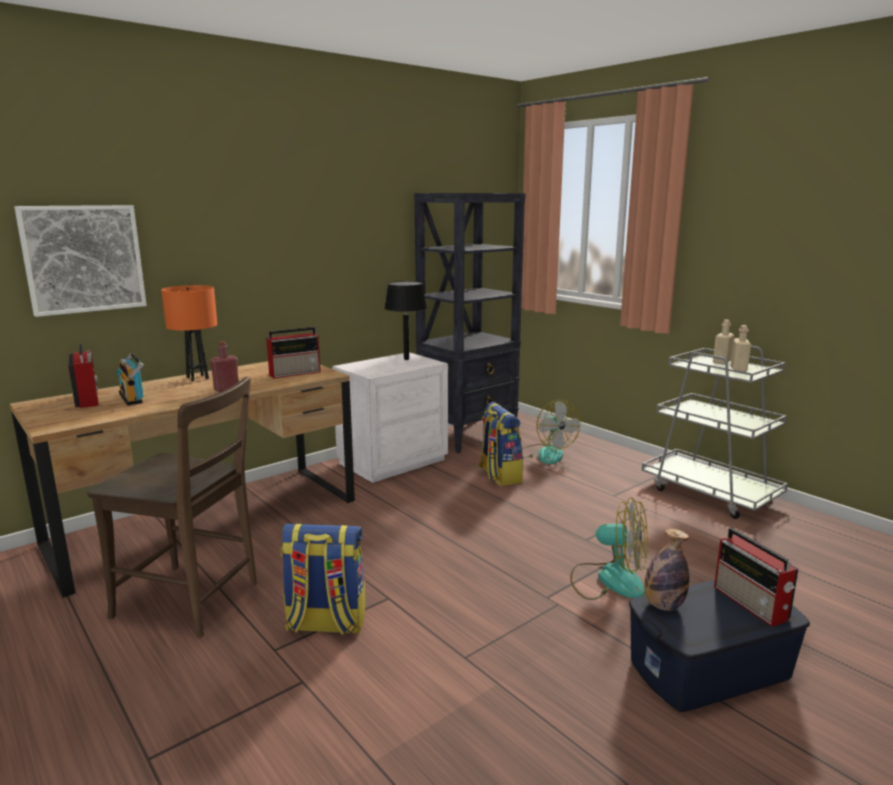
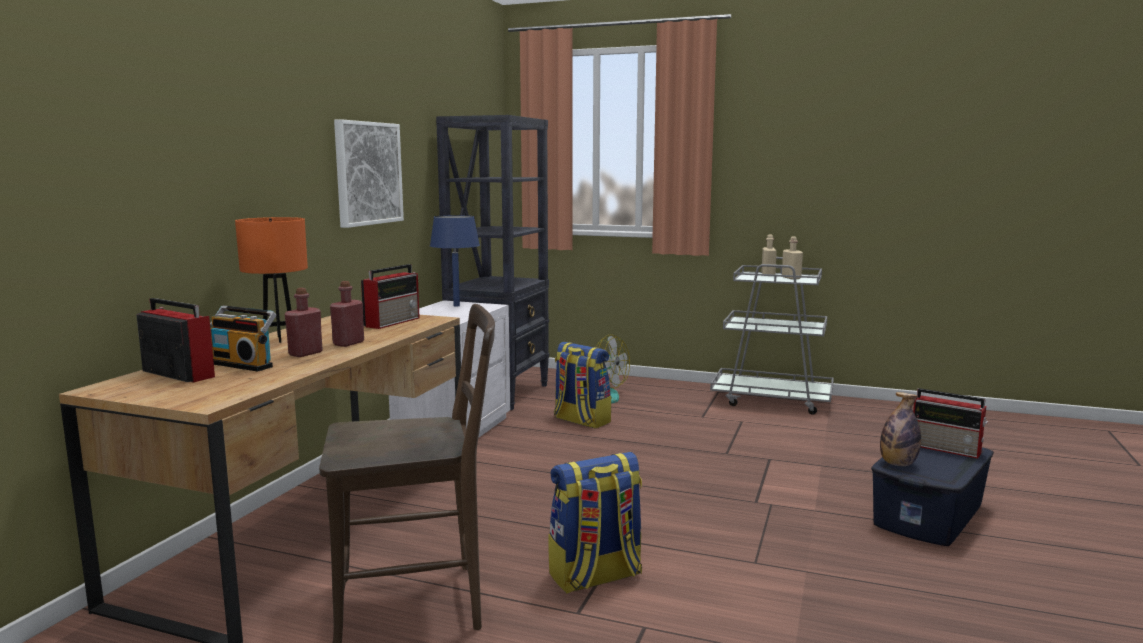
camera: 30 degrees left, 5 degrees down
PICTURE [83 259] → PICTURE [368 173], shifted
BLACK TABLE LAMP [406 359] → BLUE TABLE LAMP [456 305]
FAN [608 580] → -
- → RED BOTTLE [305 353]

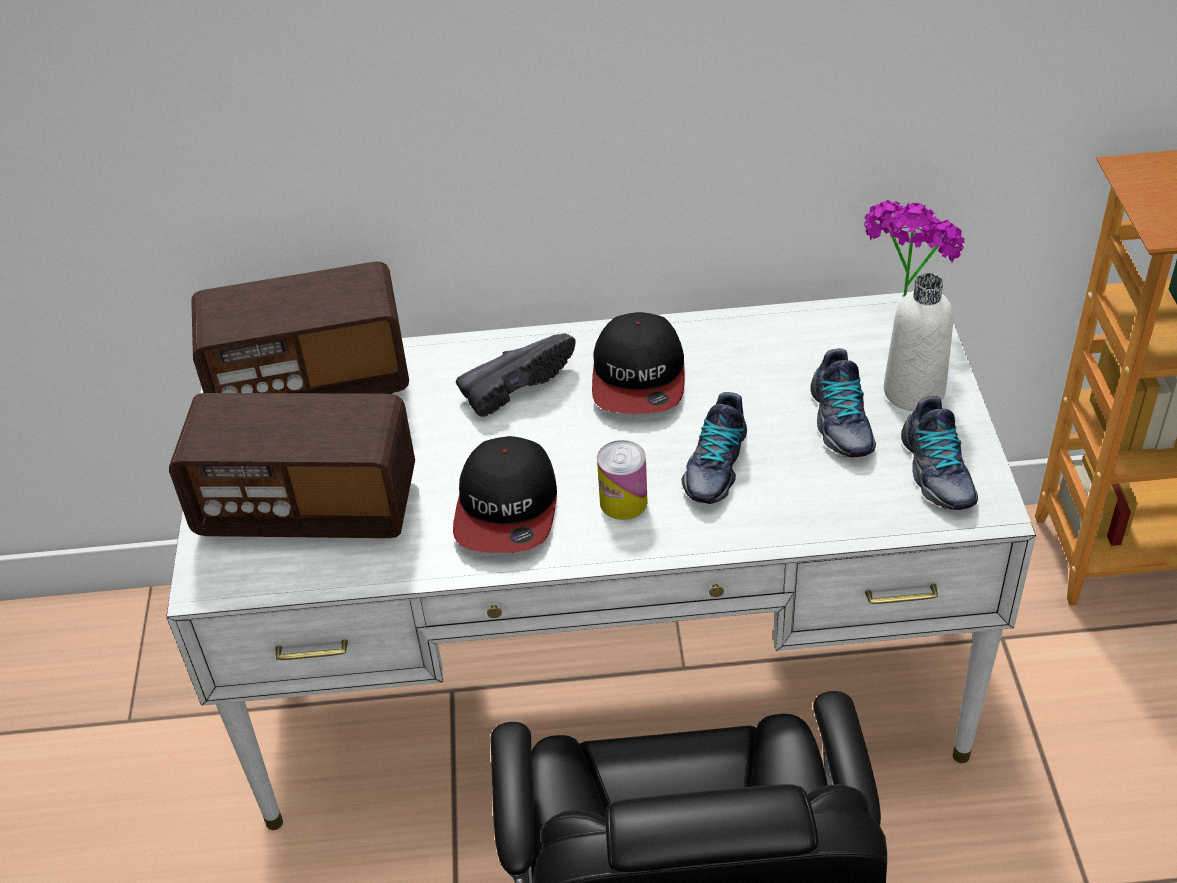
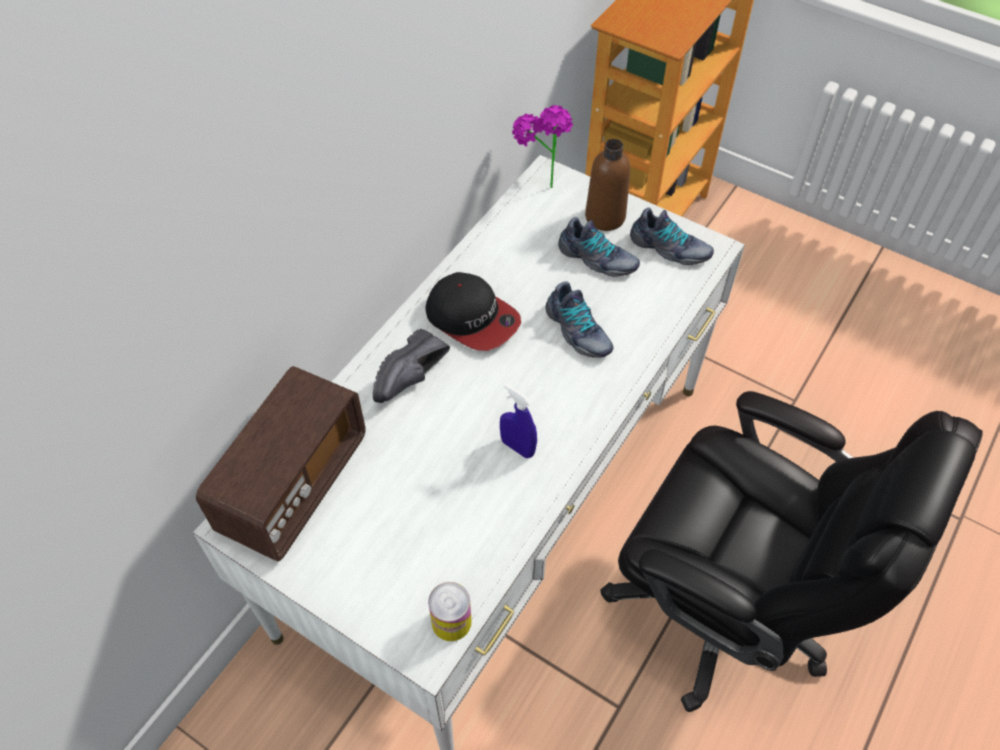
camera: 55 degrees left, 10 degrees up
WHITE BOTTLE [914 392] → BROWN BOTTLE [605 217]
BLACK SHOE [515 383] → BLACK SHOE [414 378], 150 degrees counterclockwise
RADIO [308 507] → -
CAP [507 508] → BLUE SPRAY BOTTLE [517 447]
CAN [623 502] → CAN [451 621], shifted

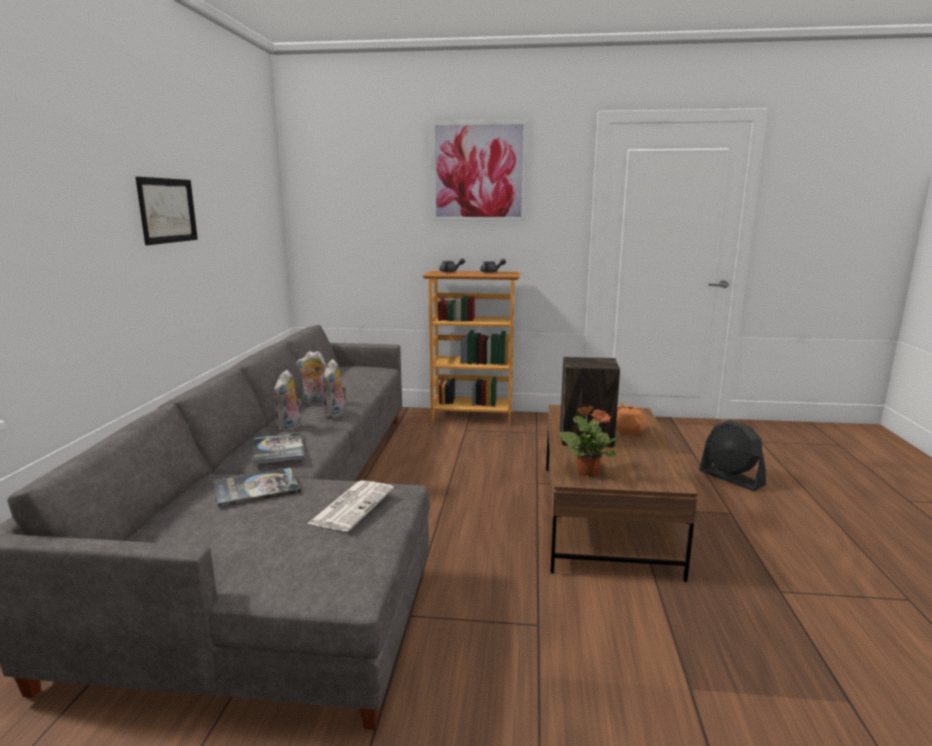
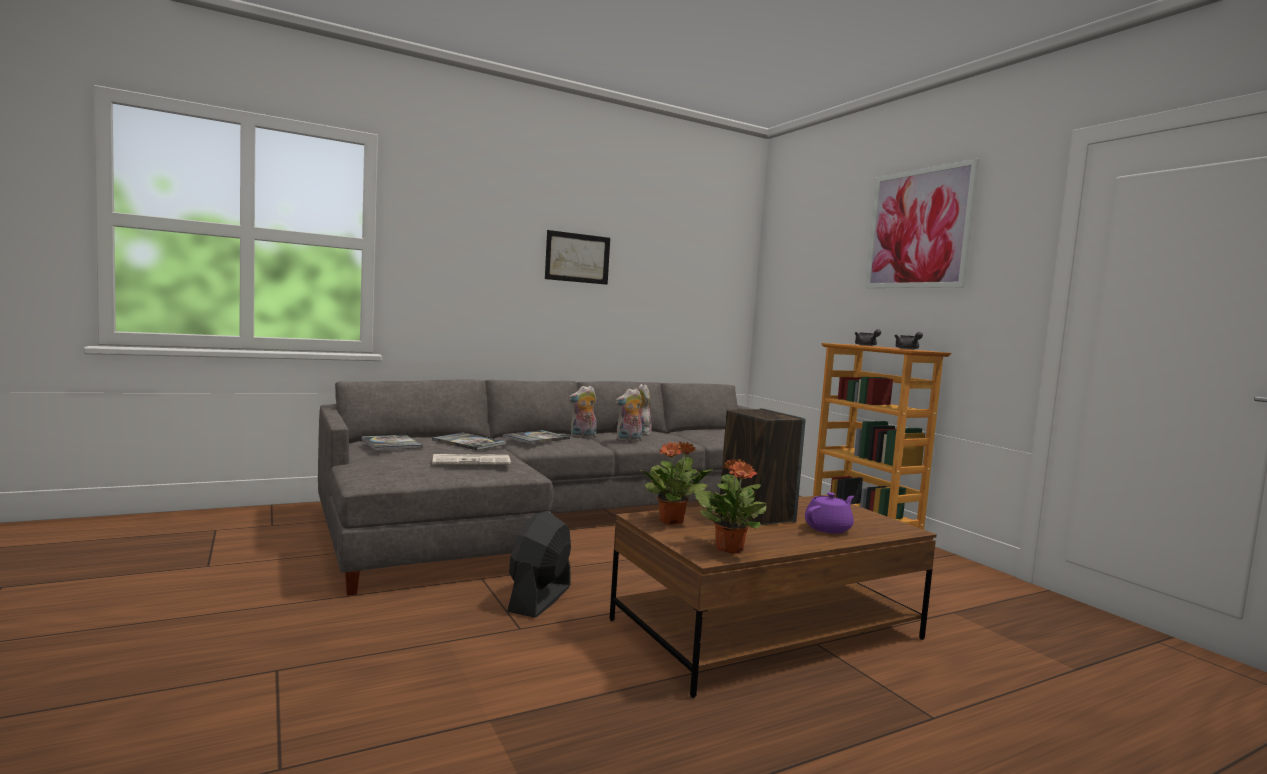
camera: 55 degrees right, 10 degrees down
ORANGE TEAPOT [628 430] → PURPLE TEAPOT [828 528]
BLACK FAN [731 478] → BLACK FAN [540 599], shifted
- → BOOK [391 444]
- → POTTED PLANT [729 549]

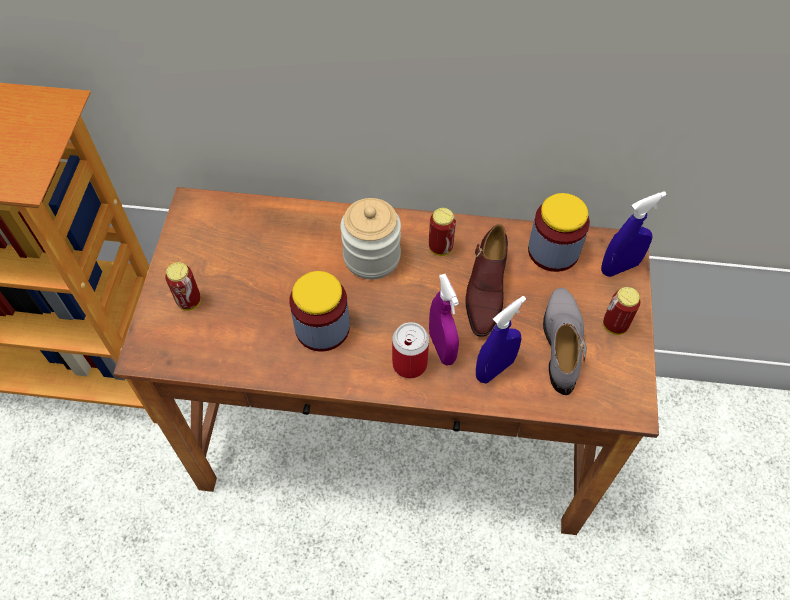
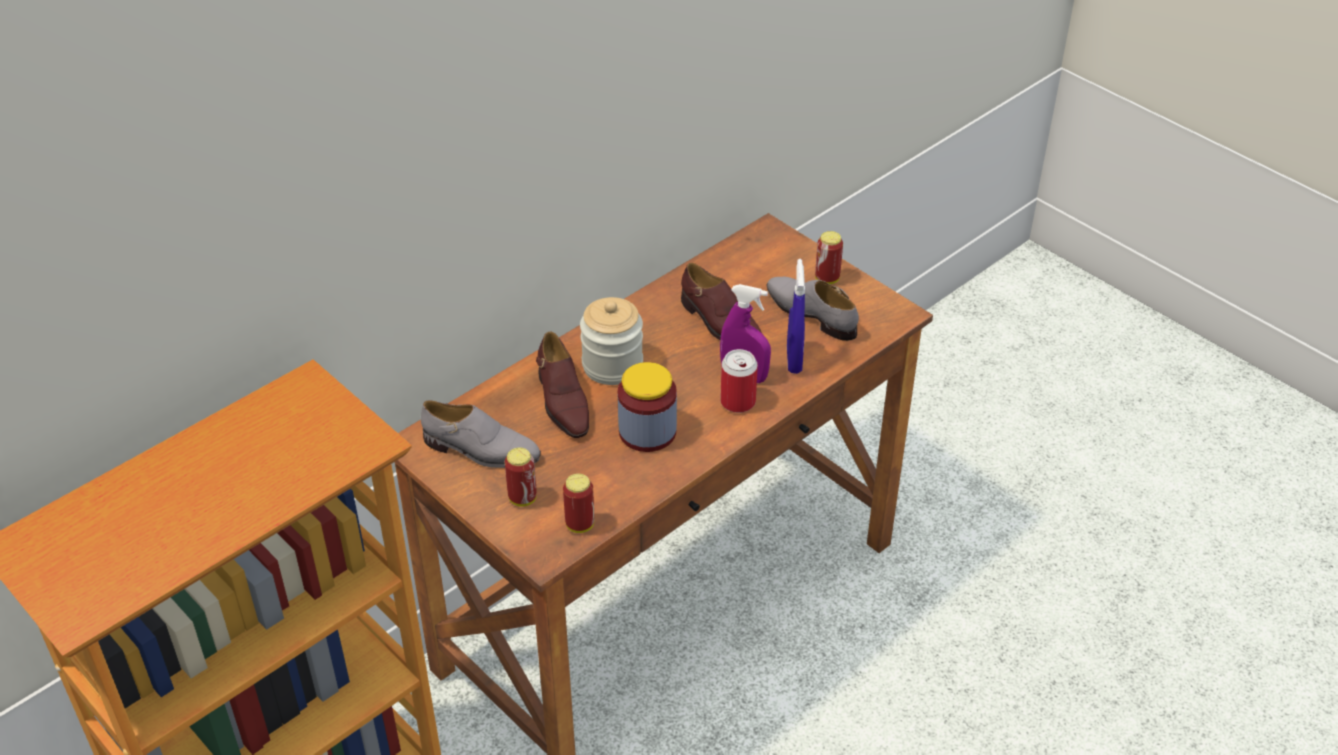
camera: 50 degrees left, 15 degrees down
BLUE SPRAY BOTTLE [619 267] → -
JAR [553 251] → -
CAN [440 248] → CAN [580 525], shifted
- → BROWN SHOE [562 401]
- → GREY SHOE [481 450]

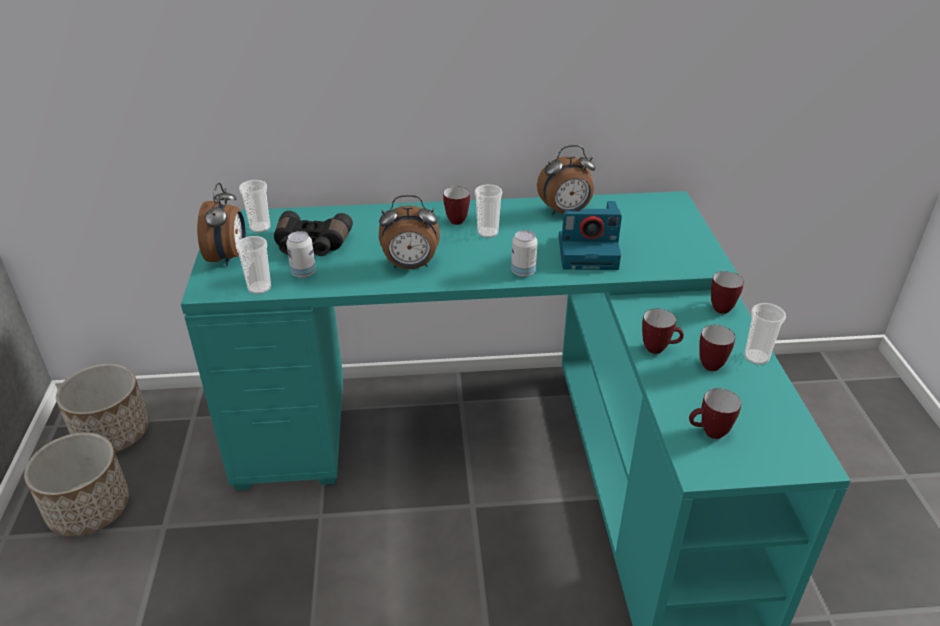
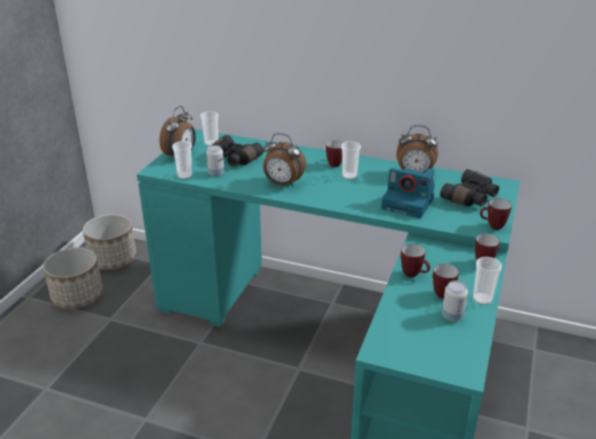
camera: 25 degrees right, 5 degrees down
CAN [523 272] → CAN [452 316], shifted
MUG [709 433] → MUG [492 226], shifted
- → BLACK BINOCULARS [471 198]

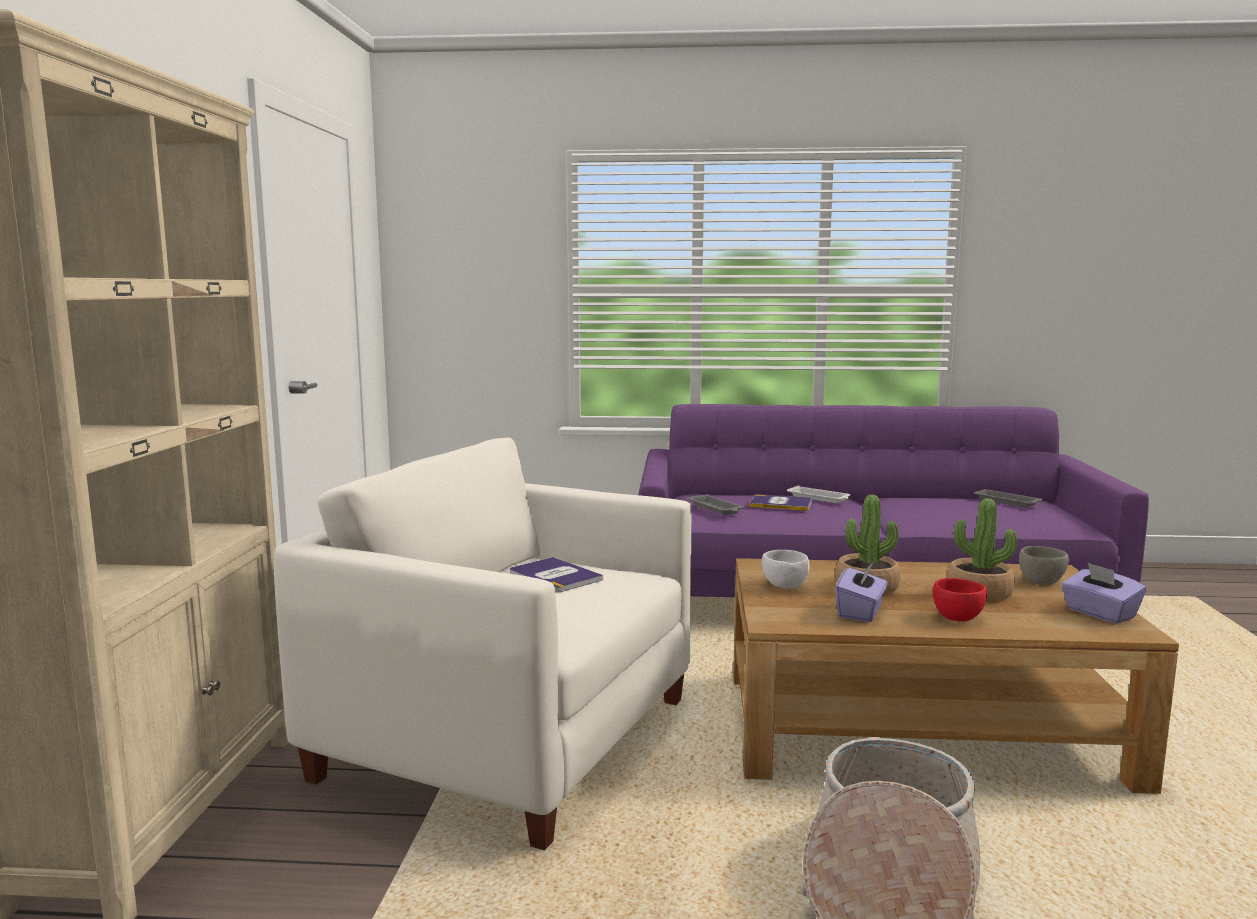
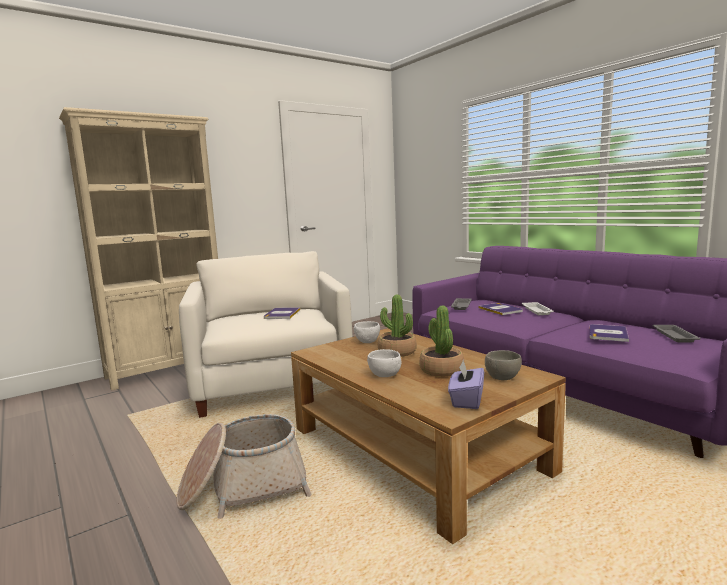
camera: 50 degrees right, 0 degrees up
PURPLE TISSUE BOX [861 612] → -
RED BOWL [959 618] → WHITE BOWL [385 375]
- → BOOK [608 334]

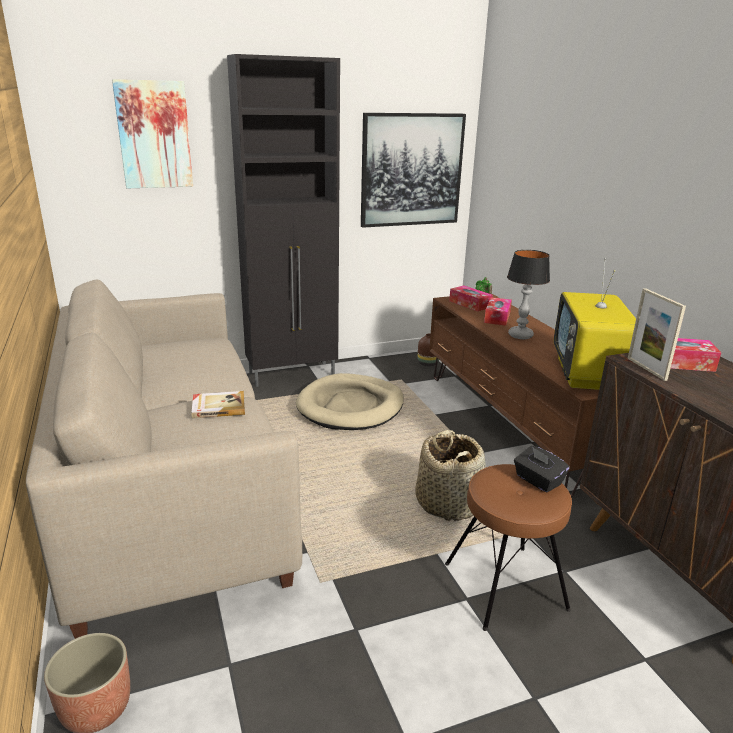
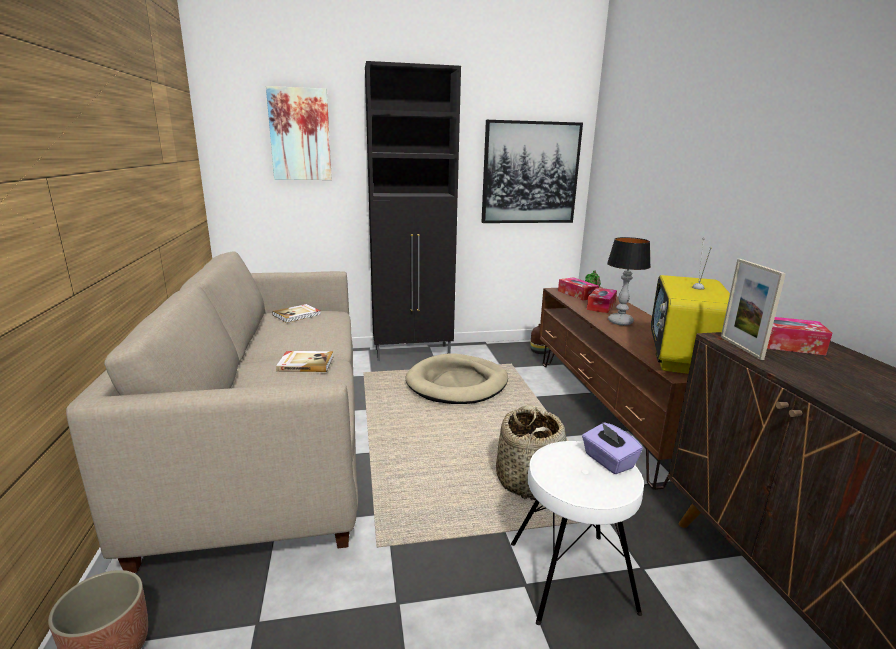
camera: 10 degrees right, 5 degrees down
BLACK TISSUE BOX [538 481] → PURPLE TISSUE BOX [608 461]
BROWN STOOL [506 586] → WHITE STOOL [572 576]
- → BOOK [297 315]

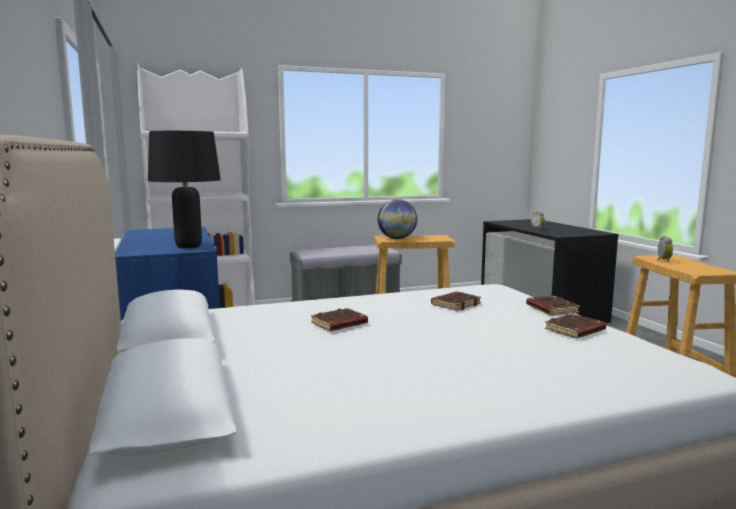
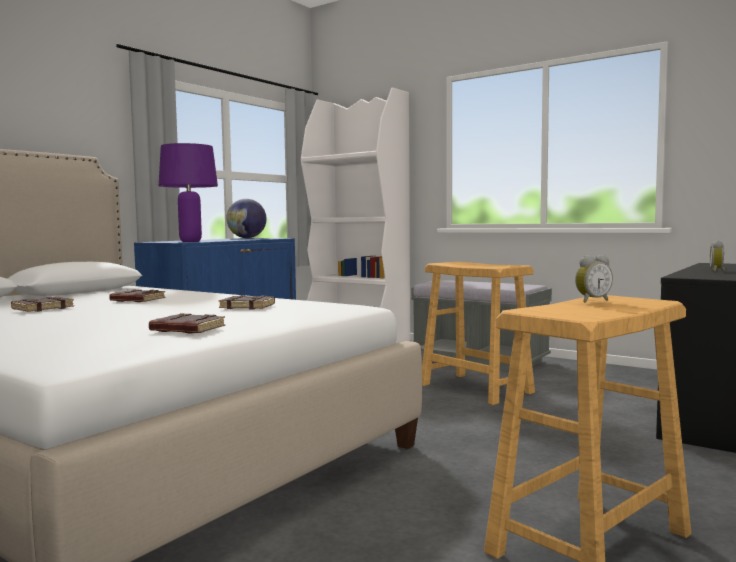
camera: 55 degrees right, 5 degrees down
BLACK TABLE LAMP [188 246] → PURPLE TABLE LAMP [190 241]
GLOBE [397 238] → GLOBE [247 238], shifted
BROWN BOOK [551 309] → BROWN BOOK [43 308], shifted

